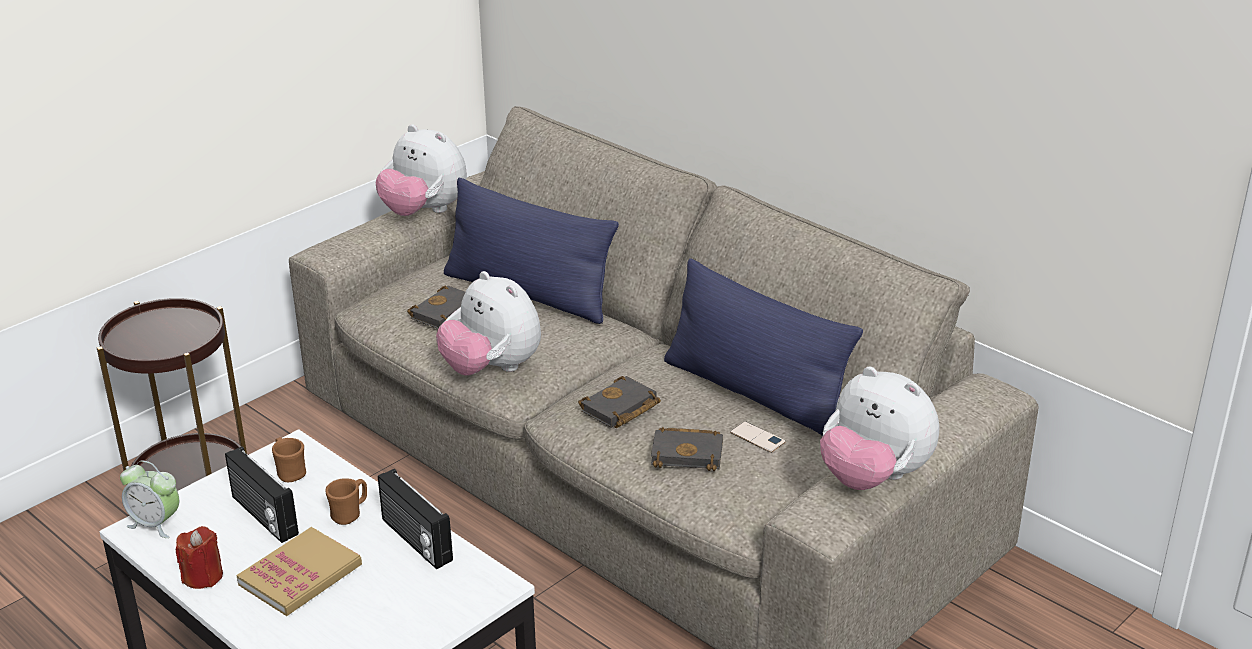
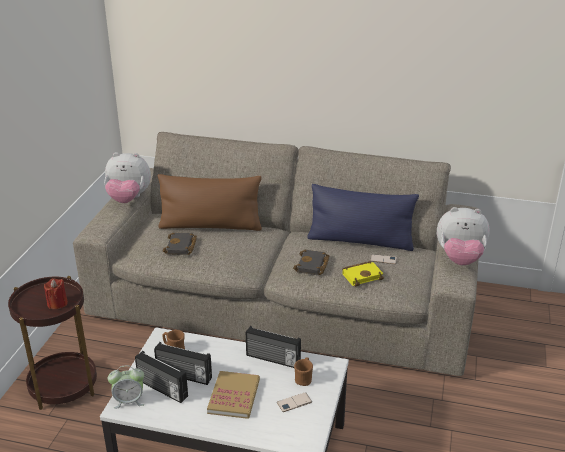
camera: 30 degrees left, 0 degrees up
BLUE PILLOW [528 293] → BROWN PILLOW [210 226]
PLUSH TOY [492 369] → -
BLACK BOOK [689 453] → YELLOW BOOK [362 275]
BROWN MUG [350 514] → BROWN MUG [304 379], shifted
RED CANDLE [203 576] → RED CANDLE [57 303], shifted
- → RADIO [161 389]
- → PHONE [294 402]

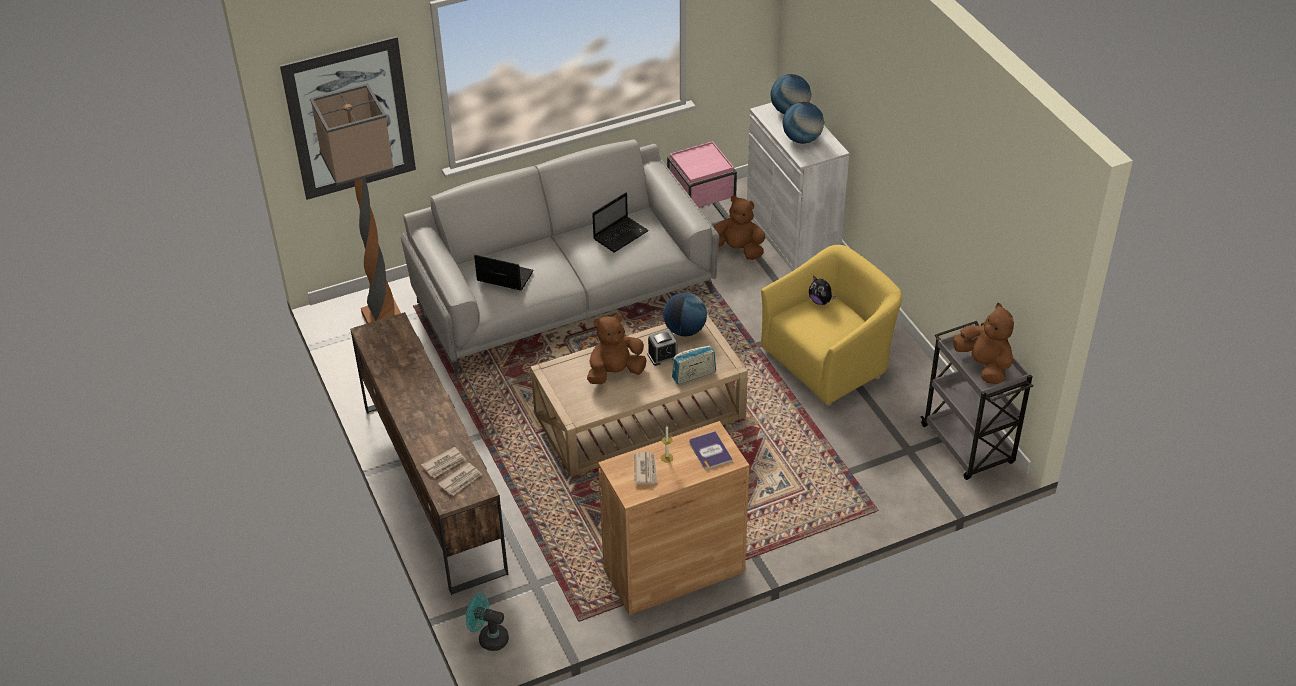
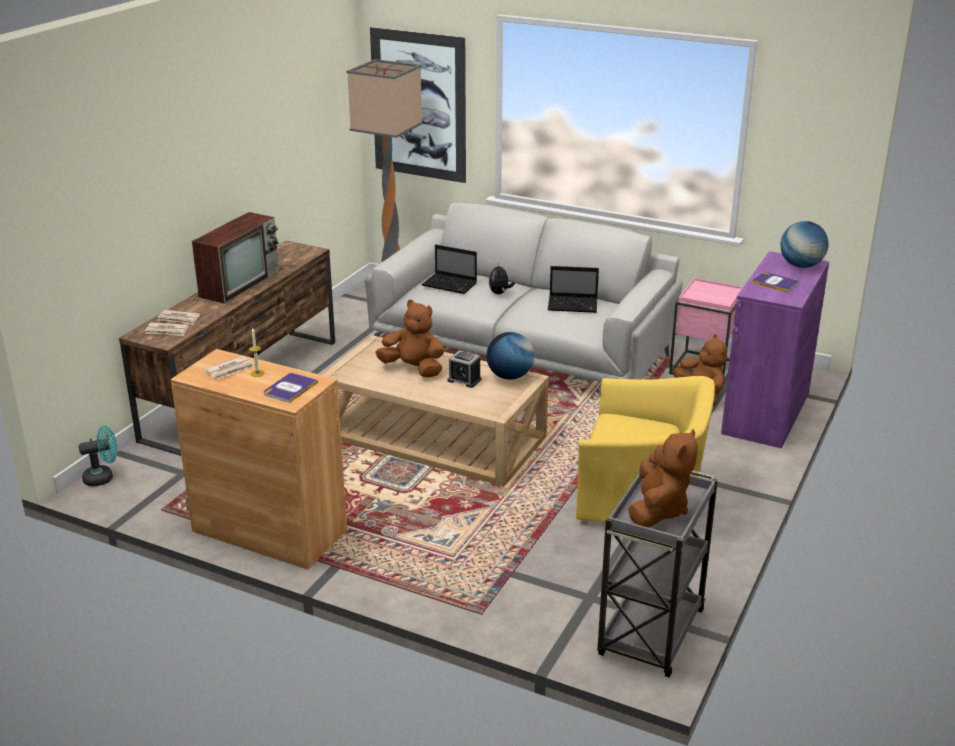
camera: 50 degrees right, 15 degrees down
GLOBE [802 139] → BOOK [775 283]
WHITE CABINET [792 235] → PURPLE CABINET [766 413]
LAPTOP [503 277] → LAPTOP [450 285], 135 degrees clockwise
PLUSH TOY [820 301] → PLUSH TOY [500 293], shifted
RADIO [694 375] → -
TURQUOISE FAN [488 638] → TURQUOISE FAN [103 477], 90 degrees clockwise
- → TELEVISION [240 283]

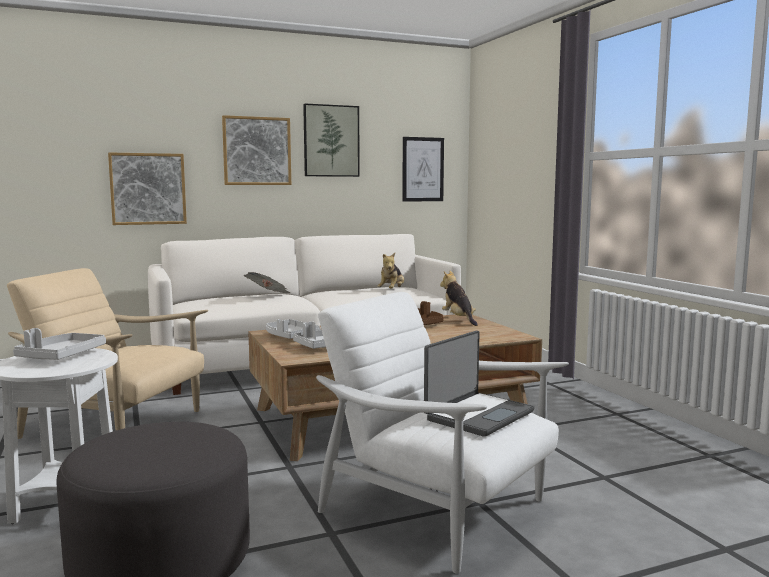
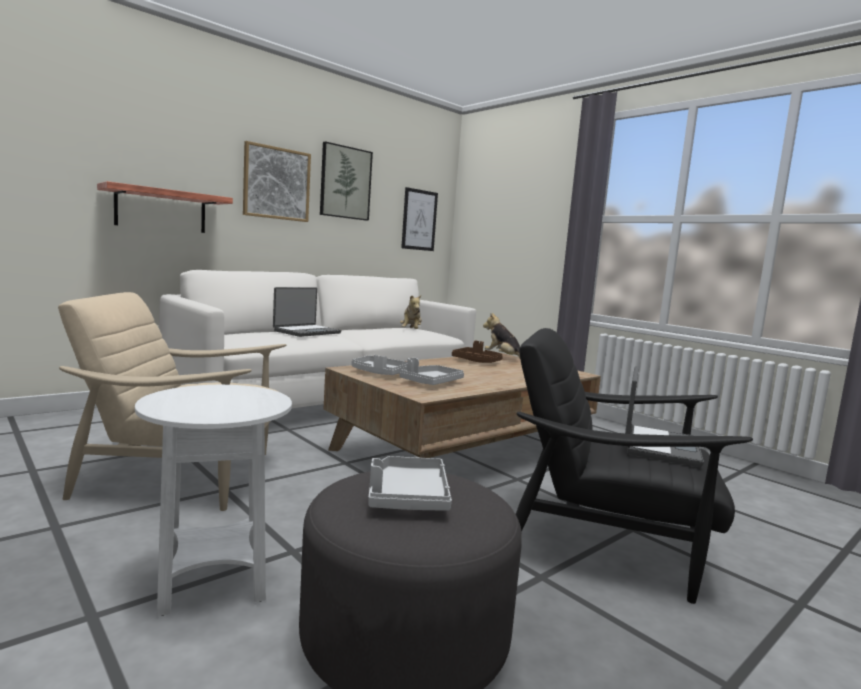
camera: 20 degrees left, 0 degrees up
PICTURE [148 189] → SHELF [161 210]
NEWSPAPER [268 295] → LAPTOP [306 332]
WHITE ARMCHAIR [437 509] → BLACK ARMCHAIR [605 539]
GREY TRAY [61 356] → GREY TRAY [407 497], shifted

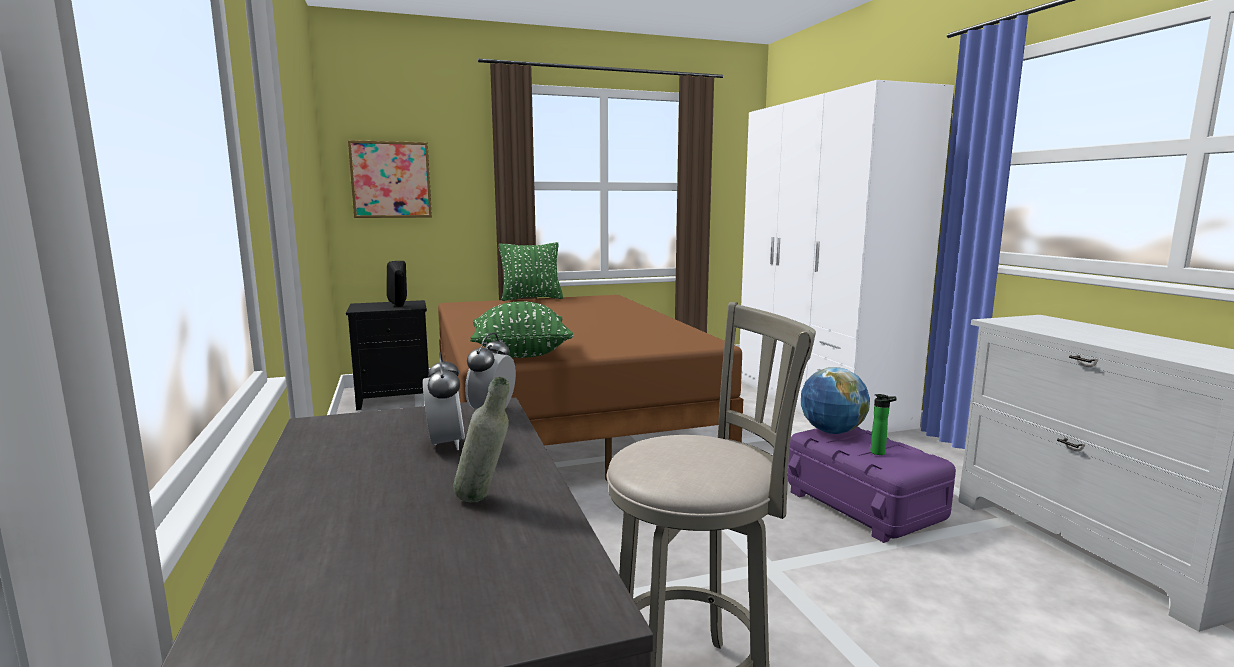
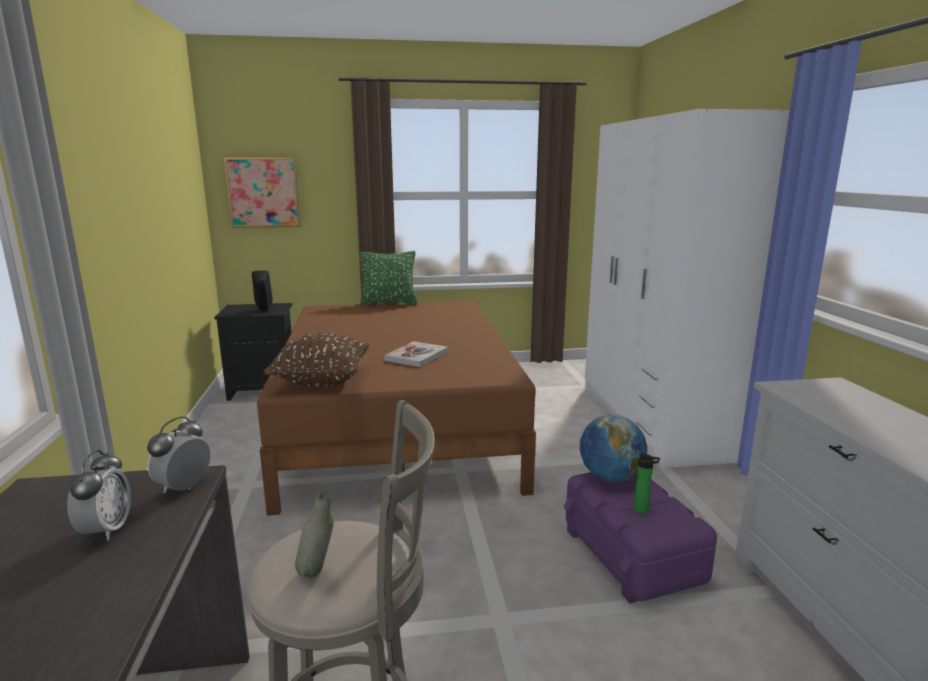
camera: 10 degrees right, 5 degrees up
GREEN PILLOW [521 354] → BROWN PILLOW [321 381]
GREY BOTTLE [484 502] → GREY BOTTLE [318 577], shifted
- → BOOK [416 356]

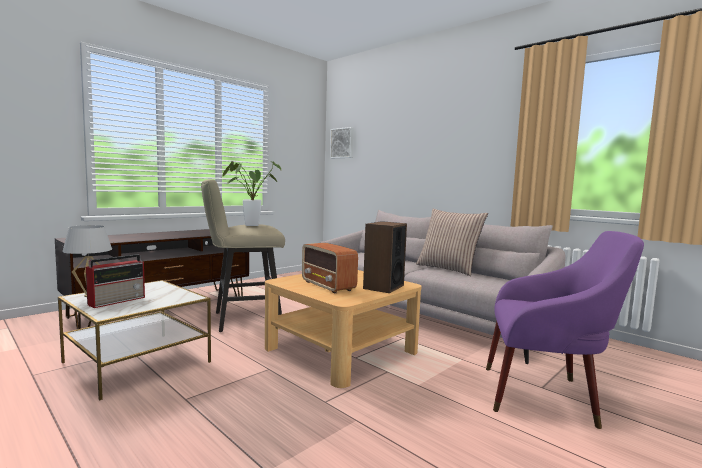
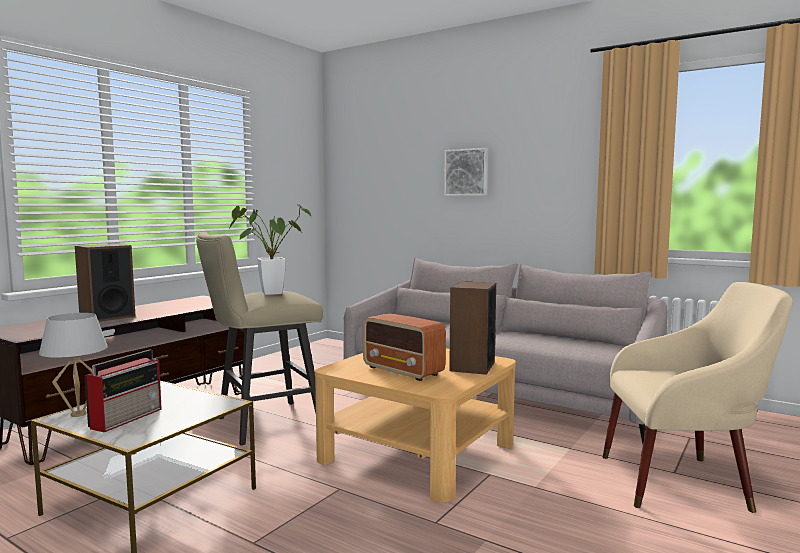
camera: 10 degrees left, 0 degrees up
PICTURE [342 143] → PICTURE [467 172], shifted
PILLOW [448 269] → -
PURPLE ARMCHAIR [546 396] → BEIGE ARMCHAIR [683 482]
- → SPEAKER [107 317]

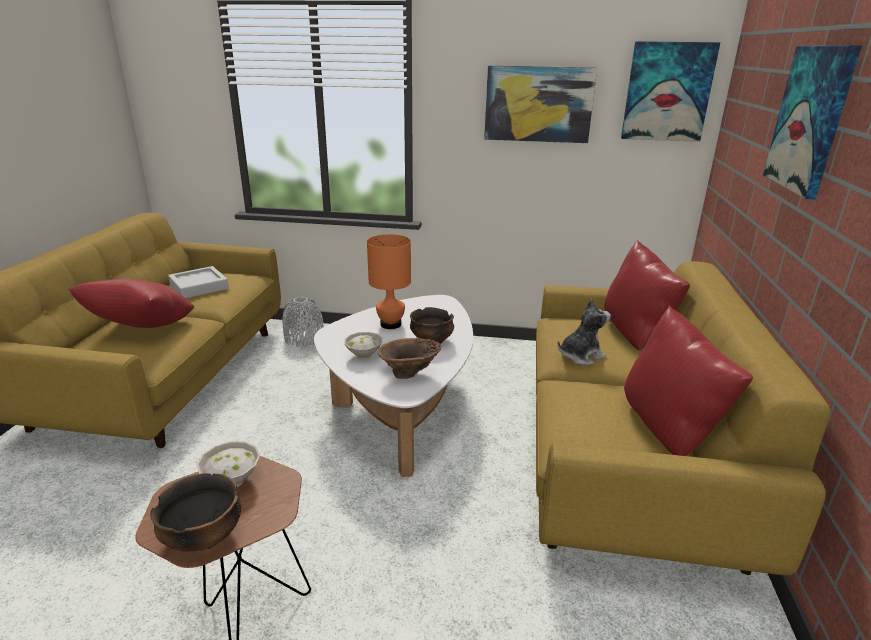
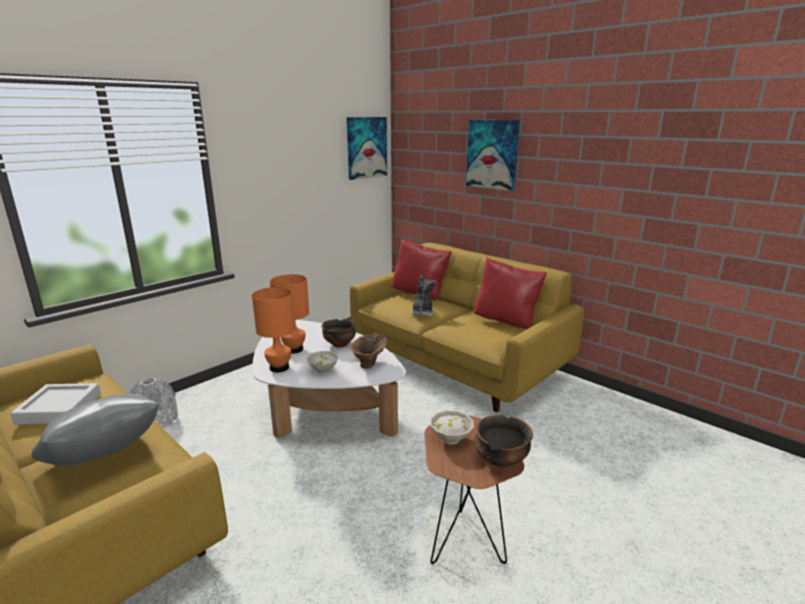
camera: 55 degrees left, 5 degrees down
PICTURE [538 104] → -
RED PILLOW [142 330] → GREY PILLOW [104 459]
- → ORANGE TABLE LAMP [279 367]

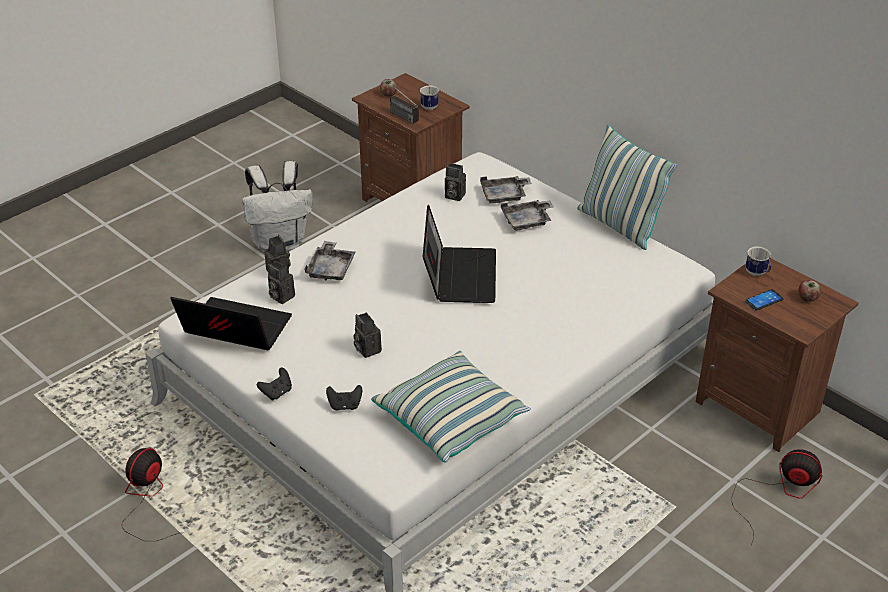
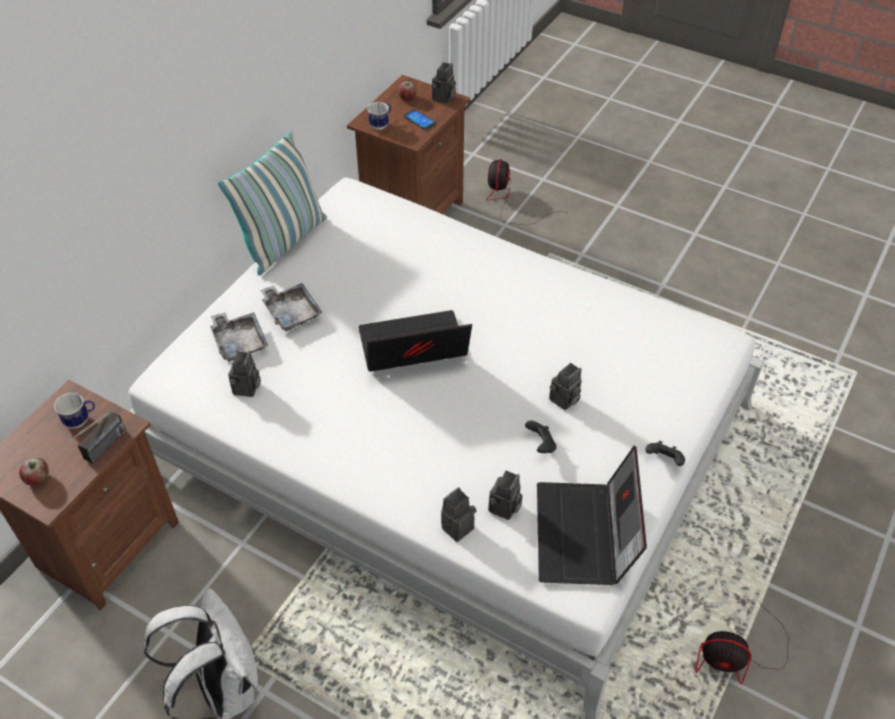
camera: 105 degrees left, 10 degrees up
GREY TRAY [331 269] → -
PILLOW [451 419] → -
BLACK GAME CONTROLLER [345 406] → BLACK GAME CONTROLLER [541 445], shifted
- → PHOTO CAMERA [443 98]

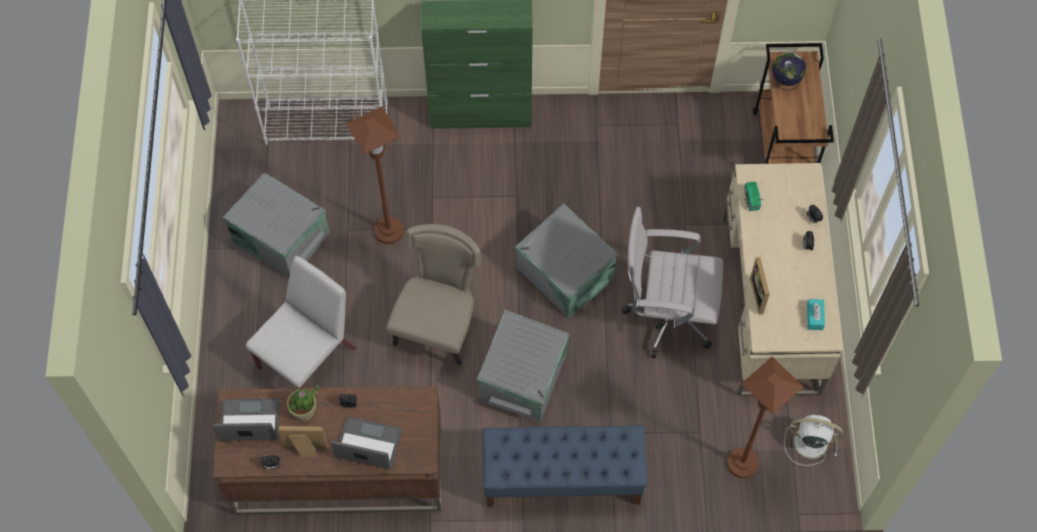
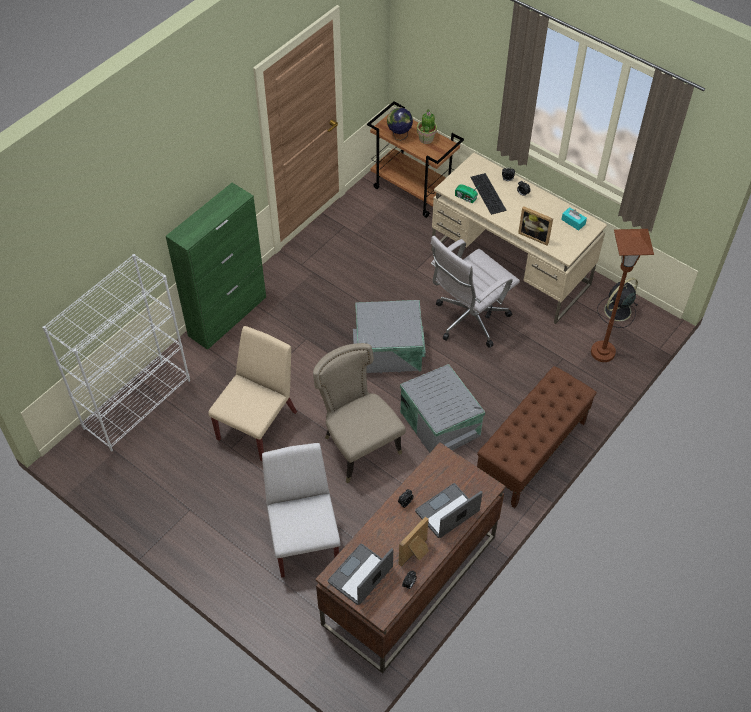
camera: 50 degrees left, 10 degrees down
BROWN FLOOR LAMP [389 231] → BEIGE CHAIR [258 425]
GREY STORAGE BOX [281 237] → -
POTTED PLANT [304 411] → POTTED PLANT [426 138], shifted
WHITE FAN [808 442] → BLACK FAN [616 311]
BLUE BENCH [562 479] → BROWN BENCH [531 452]
- → KEYBOARD [489 194]

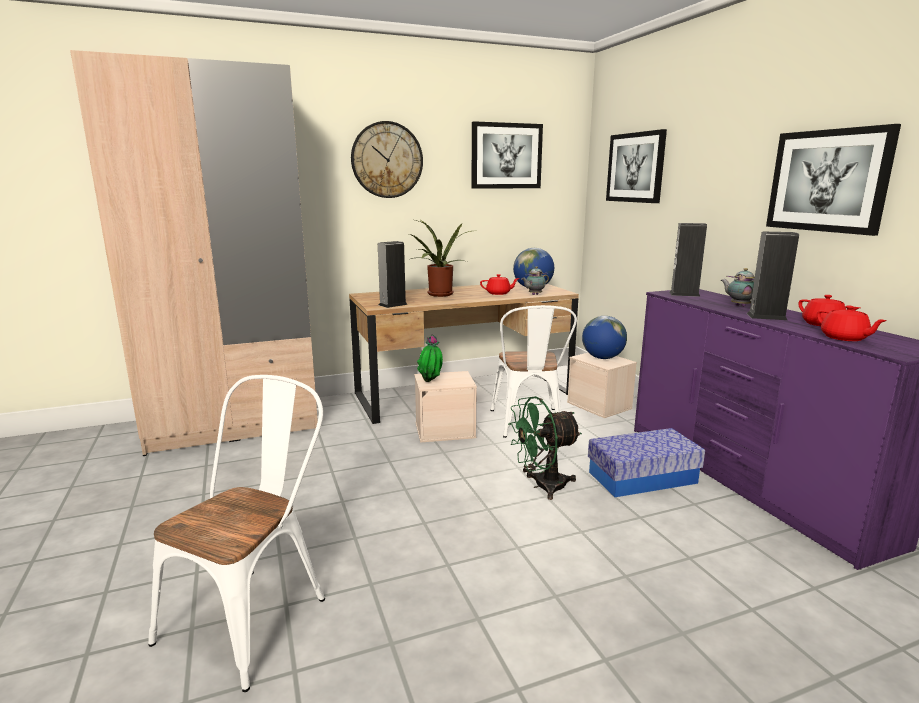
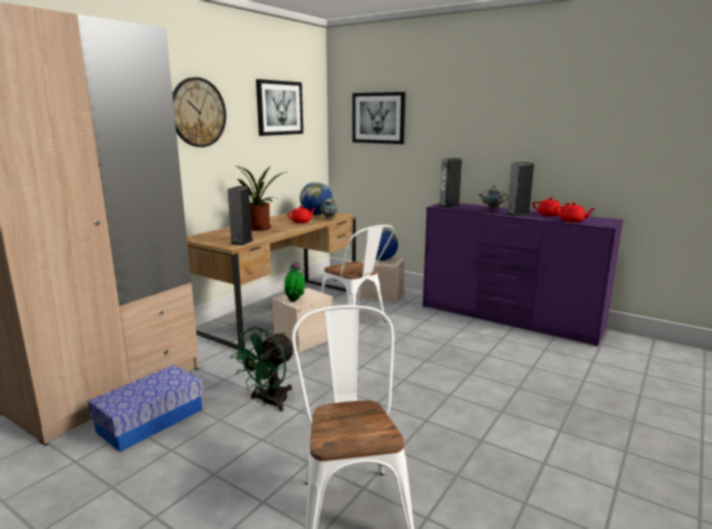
camera: 35 degrees left, 0 degrees up
PICTURE [828 181] → -
GREEN FAN [542 486] → GREEN FAN [269 402], shifted
STORAGE BOX [642 477] → STORAGE BOX [151 420], shifted

